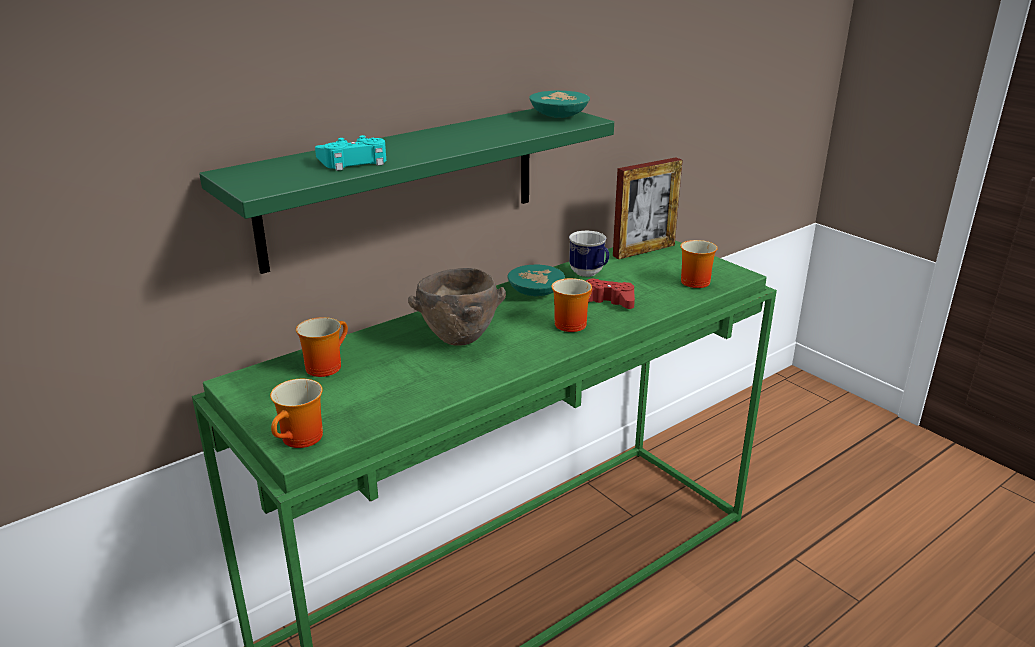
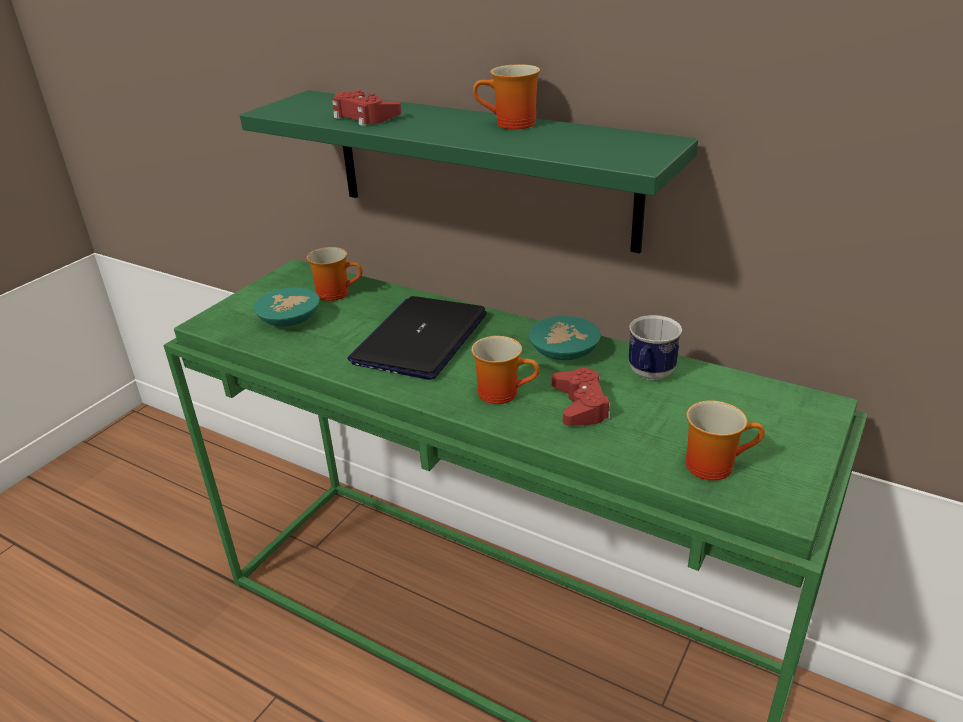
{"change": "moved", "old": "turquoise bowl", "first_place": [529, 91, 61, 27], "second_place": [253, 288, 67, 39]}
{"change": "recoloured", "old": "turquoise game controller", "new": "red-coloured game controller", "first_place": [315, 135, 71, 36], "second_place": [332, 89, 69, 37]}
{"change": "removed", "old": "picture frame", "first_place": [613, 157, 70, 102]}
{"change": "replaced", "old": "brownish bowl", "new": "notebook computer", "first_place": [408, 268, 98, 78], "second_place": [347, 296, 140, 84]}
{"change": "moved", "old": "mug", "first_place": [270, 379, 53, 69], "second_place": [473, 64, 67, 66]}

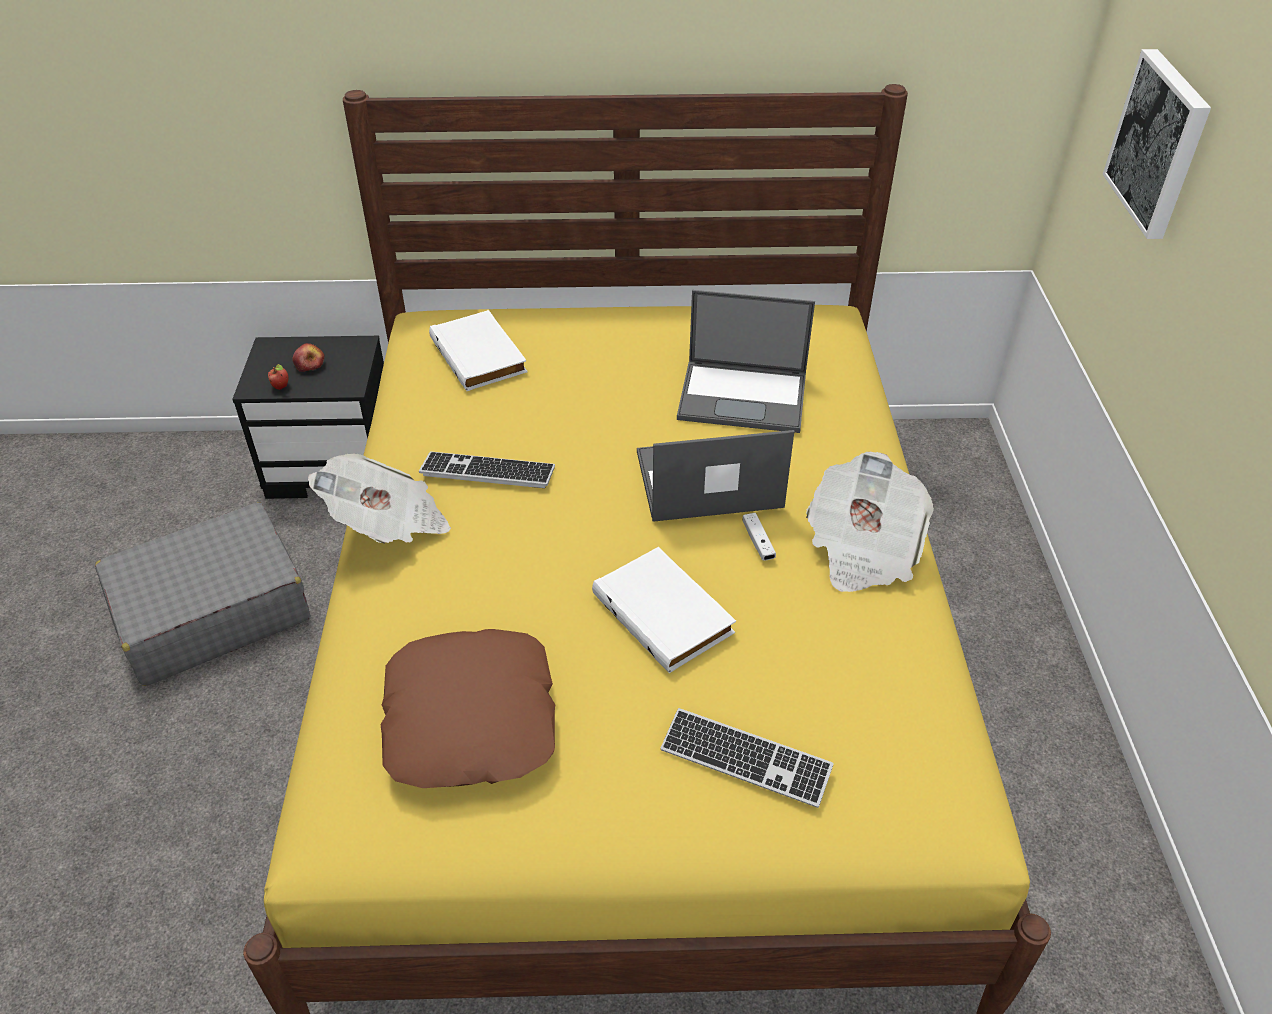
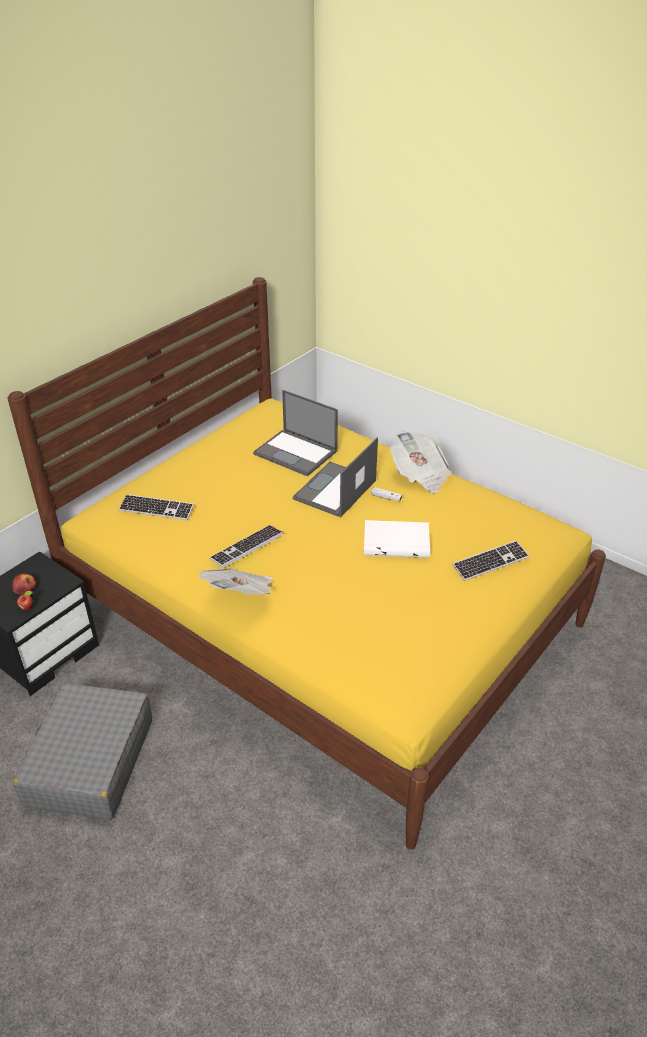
{"change": "removed", "old": "picture", "first_place": [1103, 49, 108, 190]}
{"change": "turned", "old": "notebook computer", "first_place": [677, 290, 138, 143], "second_place": [253, 390, 85, 87], "degrees": 75}
{"change": "replaced", "old": "white-coloured volume", "new": "computer keyboard", "first_place": [429, 310, 99, 81], "second_place": [119, 494, 75, 26]}
{"change": "removed", "old": "brownish cushion", "first_place": [380, 629, 175, 159]}

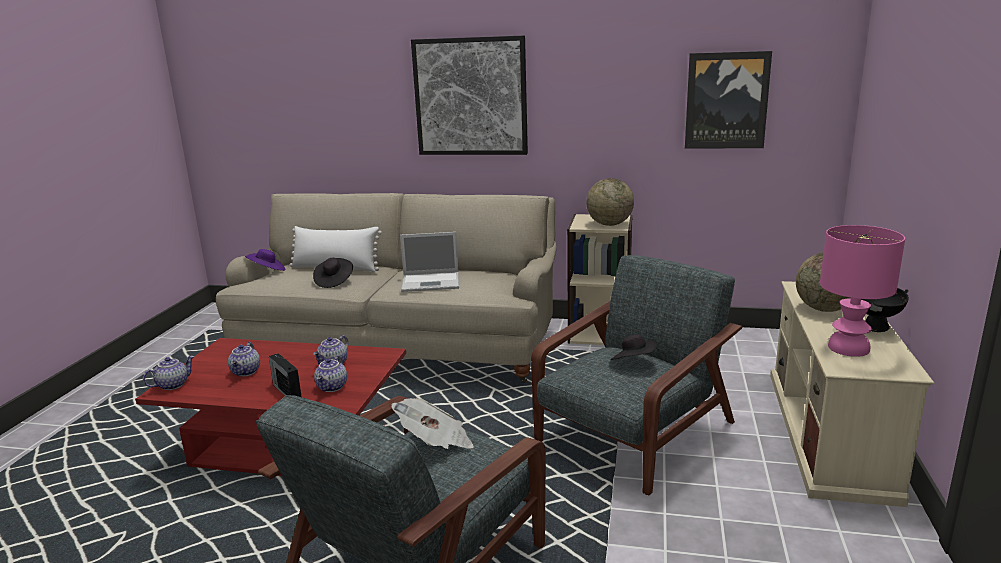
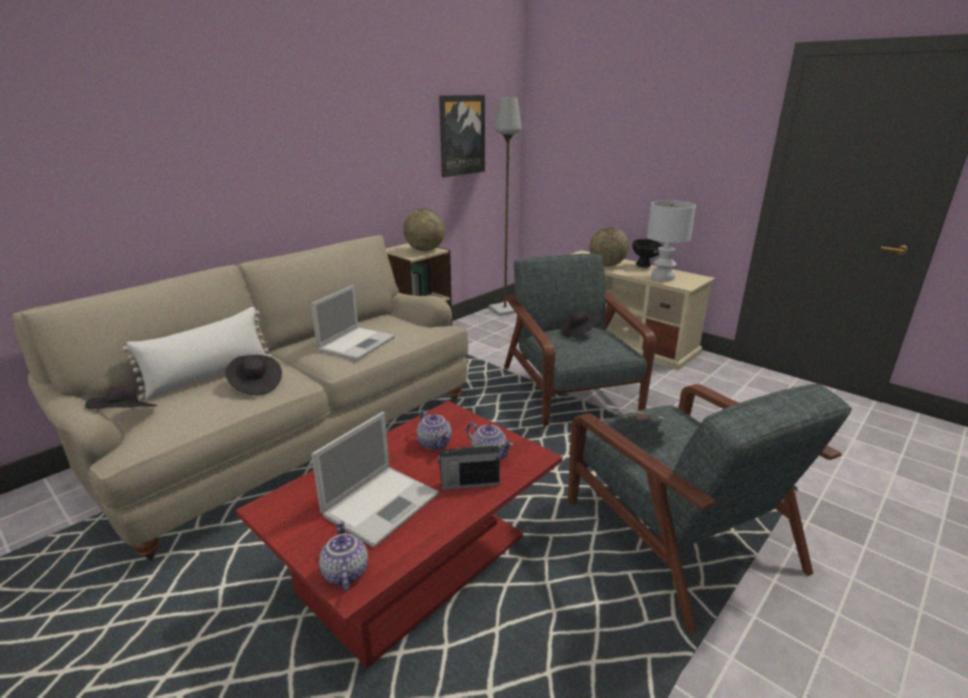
{"change": "removed", "old": "picture", "first_place": [411, 35, 117, 120]}
{"change": "recoloured", "old": "pink-coloured tabletop lamp", "new": "white-coloured tabletop lamp", "first_place": [820, 225, 85, 132], "second_place": [647, 200, 49, 81]}
{"change": "recoloured", "old": "purplish clothing hat", "new": "black-coloured clothing hat", "first_place": [245, 249, 40, 22], "second_place": [85, 386, 72, 23]}
{"change": "replaced", "old": "teapot", "new": "notebook computer", "first_place": [228, 342, 32, 34], "second_place": [311, 412, 128, 136]}
{"change": "added", "new": "grey standard lamp", "second_place": [489, 98, 33, 218]}

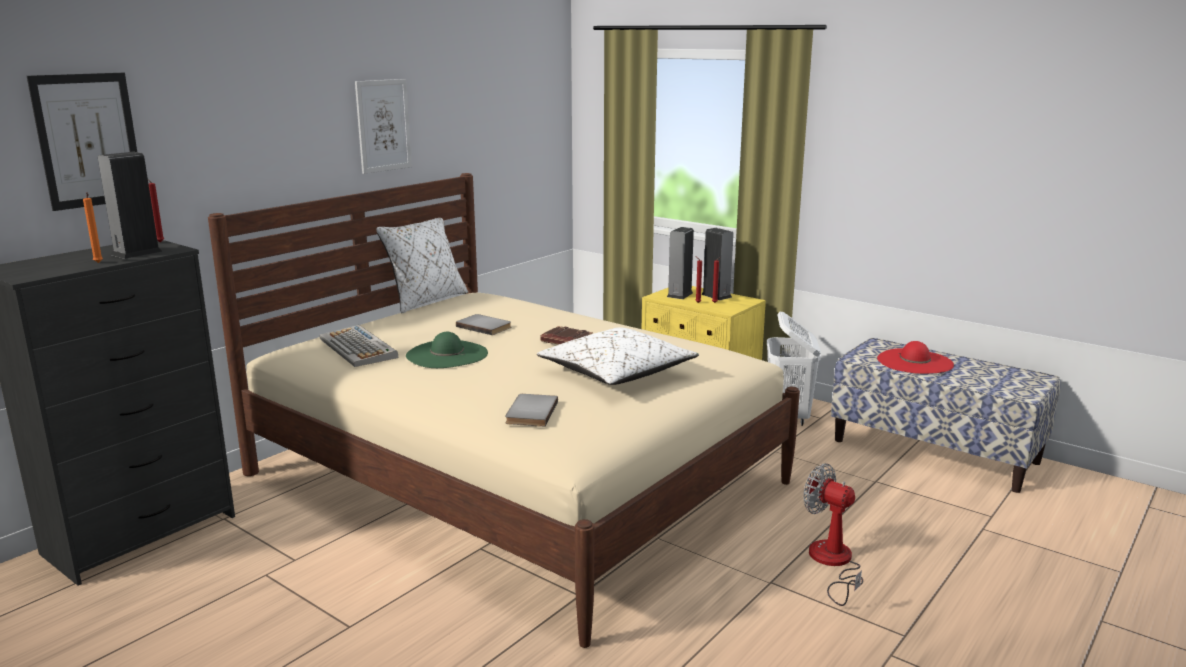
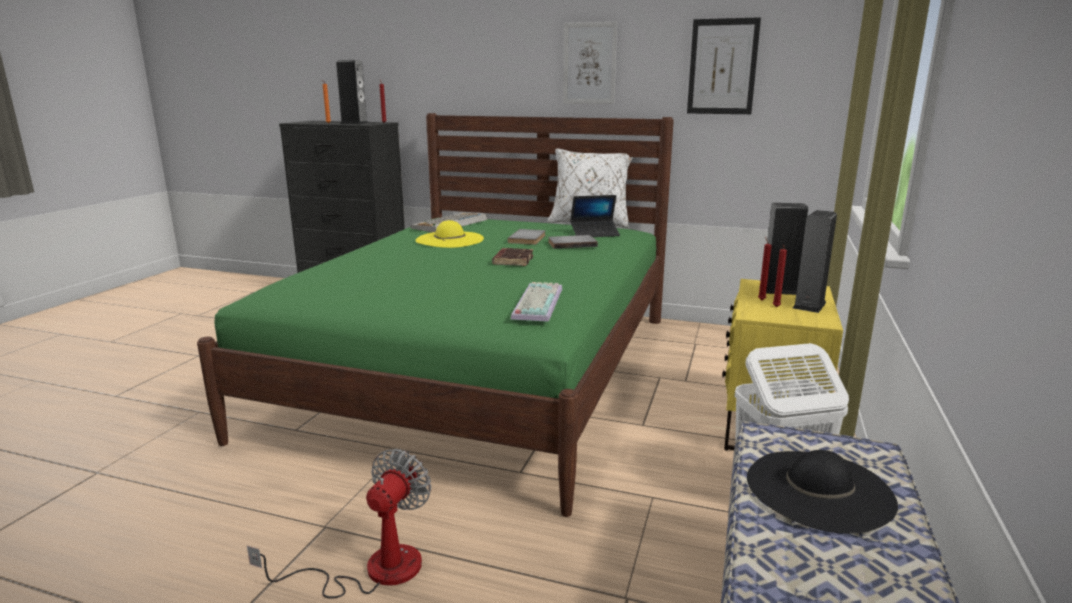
{"change": "moved", "old": "picture", "first_place": [27, 73, 110, 138], "second_place": [687, 17, 74, 97]}
{"change": "recoloured", "old": "beige bed", "new": "greenish bed", "first_place": [208, 173, 592, 475], "second_place": [197, 113, 477, 404]}
{"change": "removed", "old": "white-coloured cushion", "first_place": [537, 327, 162, 58]}
{"change": "recoloured", "old": "greenish clothing hat", "new": "yellow clothing hat", "first_place": [406, 332, 82, 36], "second_place": [415, 220, 69, 28]}
{"change": "recoloured", "old": "red-coloured clothing hat", "new": "black-coloured clothing hat", "first_place": [877, 341, 77, 33], "second_place": [747, 450, 151, 84]}
{"change": "moved", "old": "grey volume", "first_place": [505, 394, 53, 33], "second_place": [548, 235, 50, 14]}
{"change": "added", "new": "notebook computer", "second_place": [570, 195, 50, 42]}
{"change": "added", "new": "computer keyboard", "second_place": [511, 282, 51, 40]}

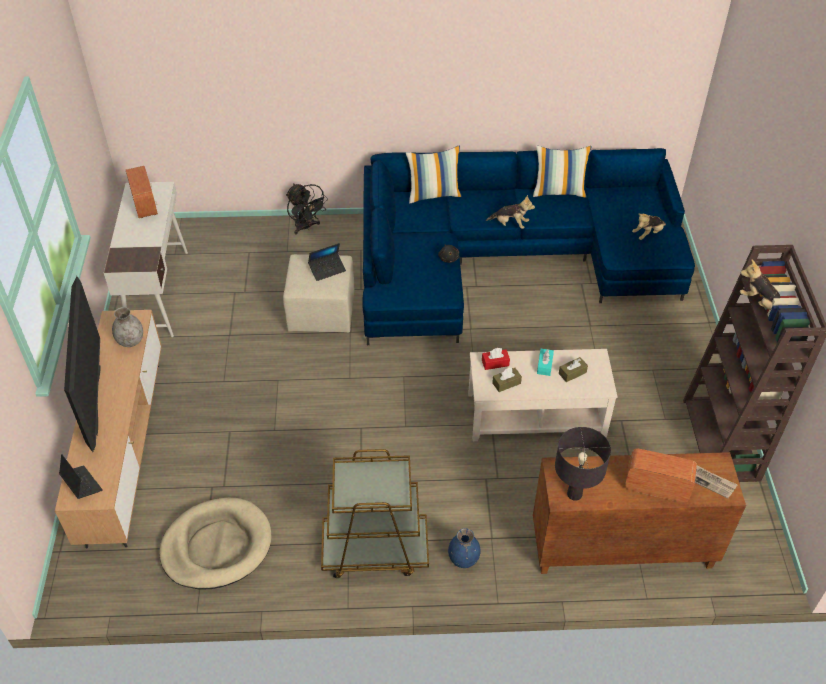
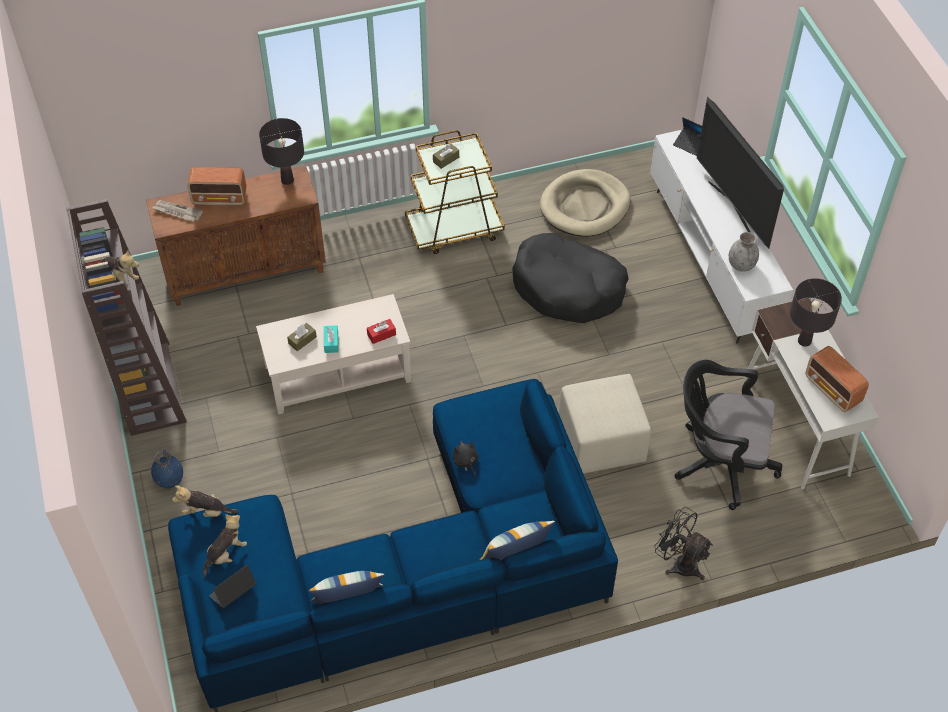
{"change": "moved", "old": "plush toy", "first_place": [486, 195, 49, 34], "second_place": [172, 486, 67, 31]}
{"change": "moved", "old": "notebook computer", "first_place": [308, 243, 38, 38], "second_place": [210, 565, 46, 43]}
{"change": "recoloured", "old": "brownish tv stand", "new": "white-coloured tv stand", "first_place": [55, 310, 107, 238], "second_place": [650, 130, 143, 214]}
{"change": "moved", "old": "brownish box of tissues", "first_place": [492, 368, 30, 24], "second_place": [433, 144, 26, 25]}
{"change": "moved", "old": "blue-coloured vase", "first_place": [448, 528, 33, 40], "second_place": [151, 450, 32, 39]}
{"change": "added", "new": "black-coloured dog cushion", "second_place": [512, 233, 116, 90]}
{"change": "added", "new": "black-coloured tabletop lamp", "second_place": [790, 278, 52, 69]}
{"change": "added", "new": "black-coloured office chair", "second_place": [675, 360, 107, 150]}

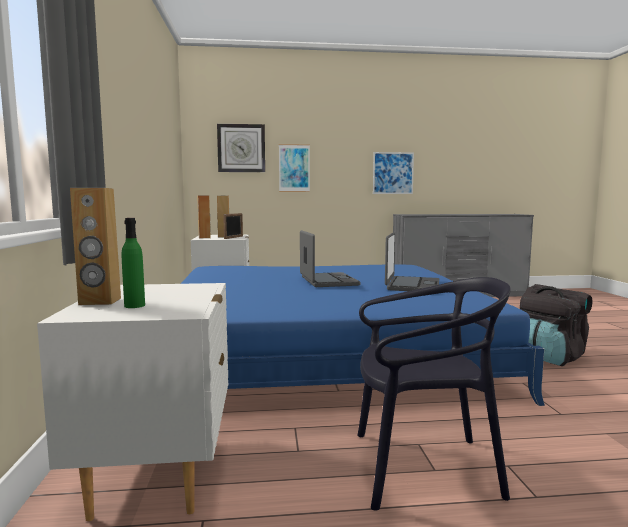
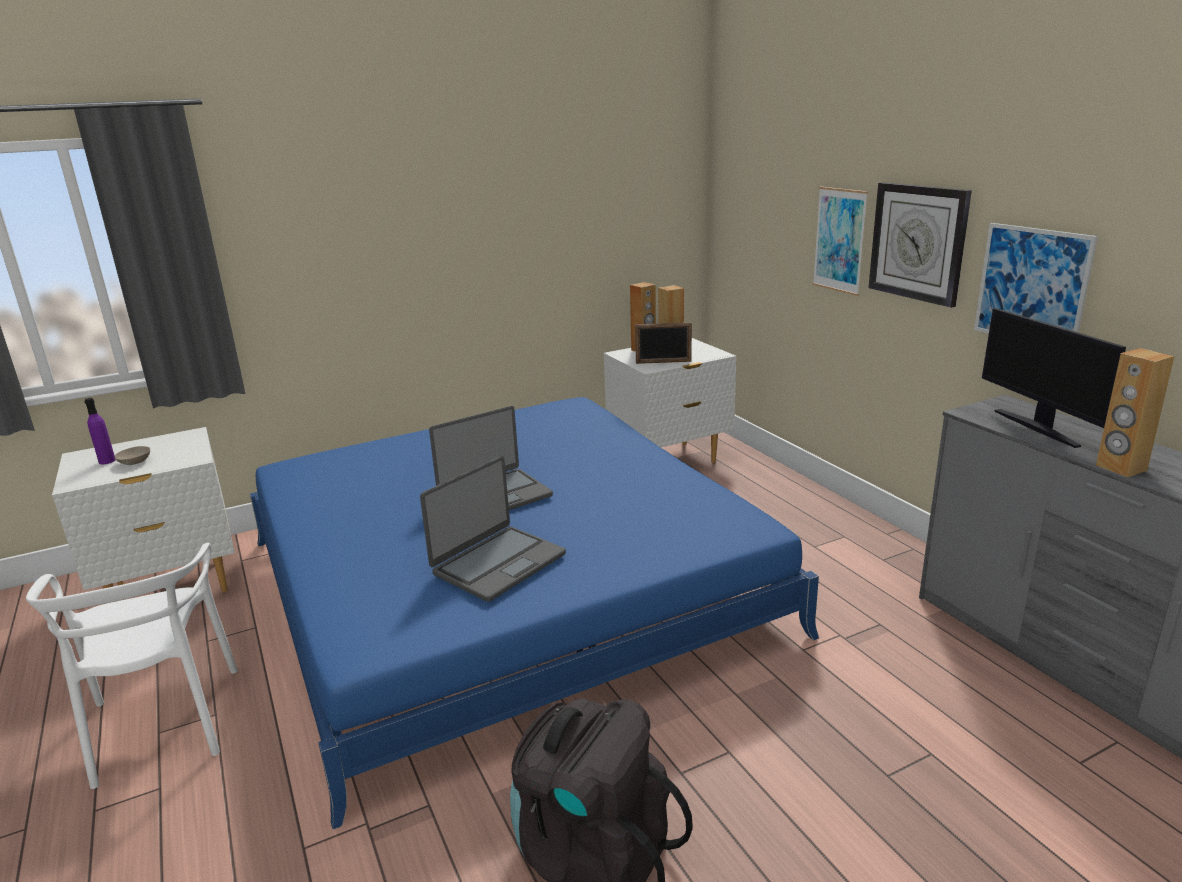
{"change": "moved", "old": "hanging clock", "first_place": [217, 124, 48, 48], "second_place": [868, 182, 104, 126]}
{"change": "moved", "old": "brownish audio speaker", "first_place": [70, 188, 51, 117], "second_place": [1096, 348, 78, 130]}
{"change": "recoloured", "old": "greenish beverage bottle", "new": "purplish beverage bottle", "first_place": [121, 218, 24, 90], "second_place": [85, 398, 31, 66]}
{"change": "turned", "old": "notebook computer", "first_place": [385, 232, 54, 59], "second_place": [420, 456, 146, 146], "degrees": -45}
{"change": "recoloured", "old": "black-coloured upright chair", "new": "white-coloured upright chair", "first_place": [357, 277, 154, 234], "second_place": [26, 543, 212, 246]}
{"change": "added", "new": "monitor", "second_place": [982, 308, 144, 140]}
{"change": "added", "new": "beige bowl", "second_place": [114, 446, 36, 19]}

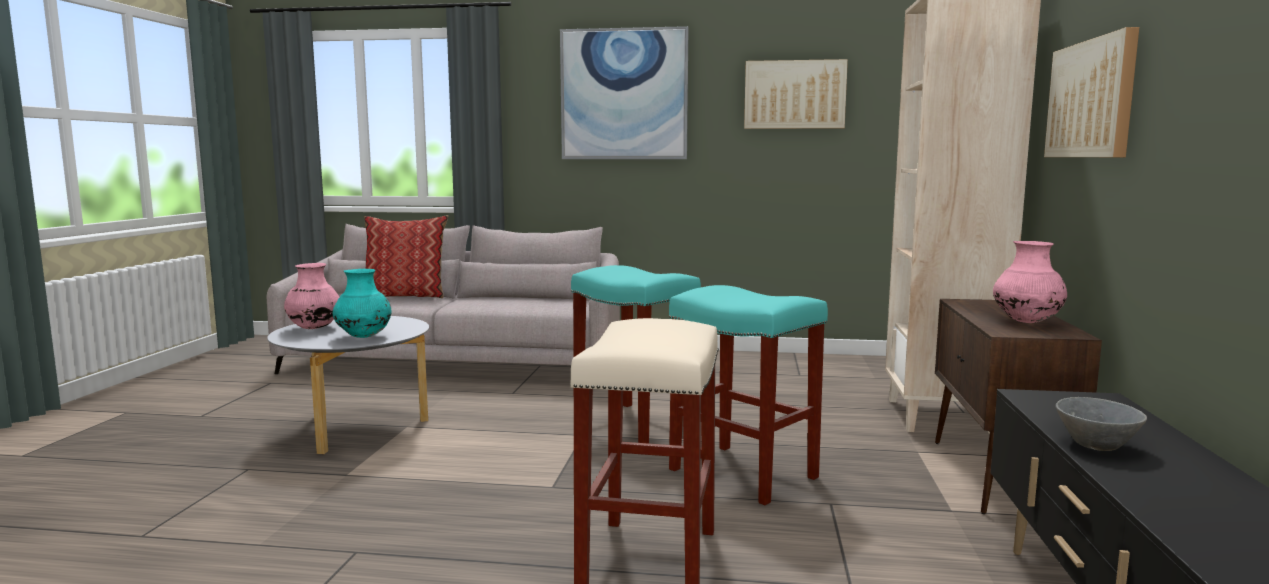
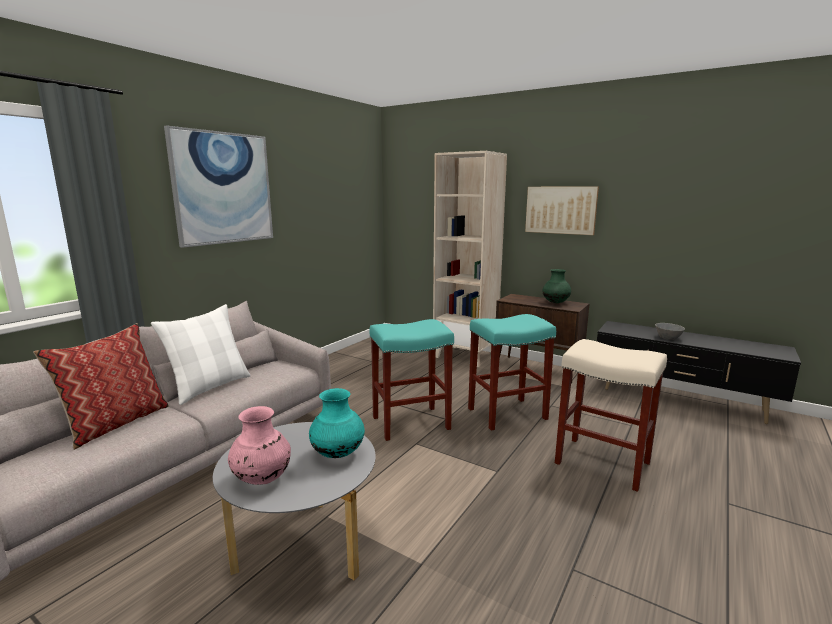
{"change": "removed", "old": "picture", "first_place": [744, 59, 104, 70]}
{"change": "recoloured", "old": "pink-coloured vase", "new": "greenish vase", "first_place": [993, 241, 74, 82], "second_place": [542, 269, 29, 34]}
{"change": "added", "new": "white-coloured cushion", "second_place": [151, 304, 100, 101]}

